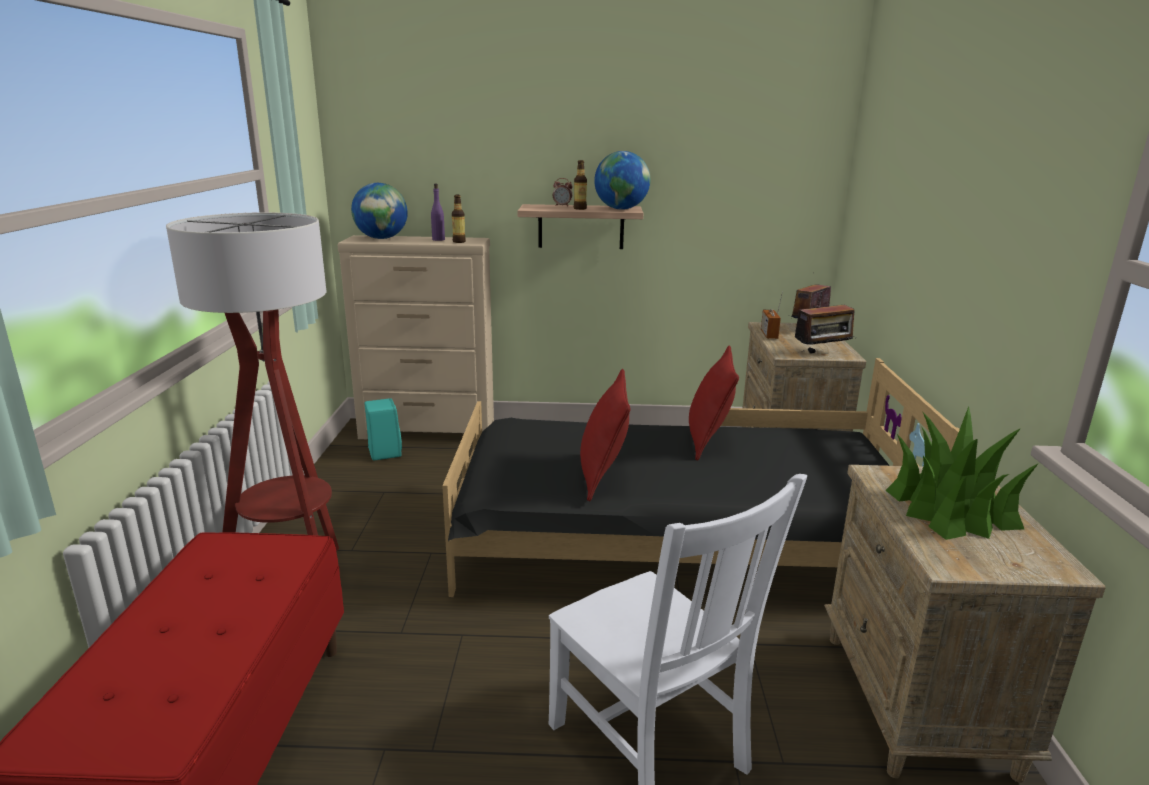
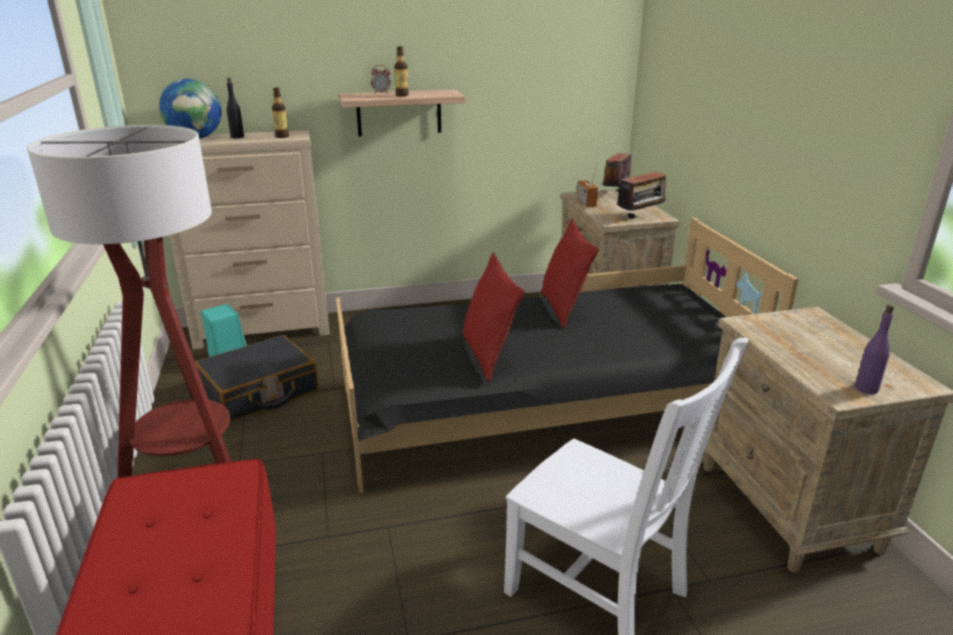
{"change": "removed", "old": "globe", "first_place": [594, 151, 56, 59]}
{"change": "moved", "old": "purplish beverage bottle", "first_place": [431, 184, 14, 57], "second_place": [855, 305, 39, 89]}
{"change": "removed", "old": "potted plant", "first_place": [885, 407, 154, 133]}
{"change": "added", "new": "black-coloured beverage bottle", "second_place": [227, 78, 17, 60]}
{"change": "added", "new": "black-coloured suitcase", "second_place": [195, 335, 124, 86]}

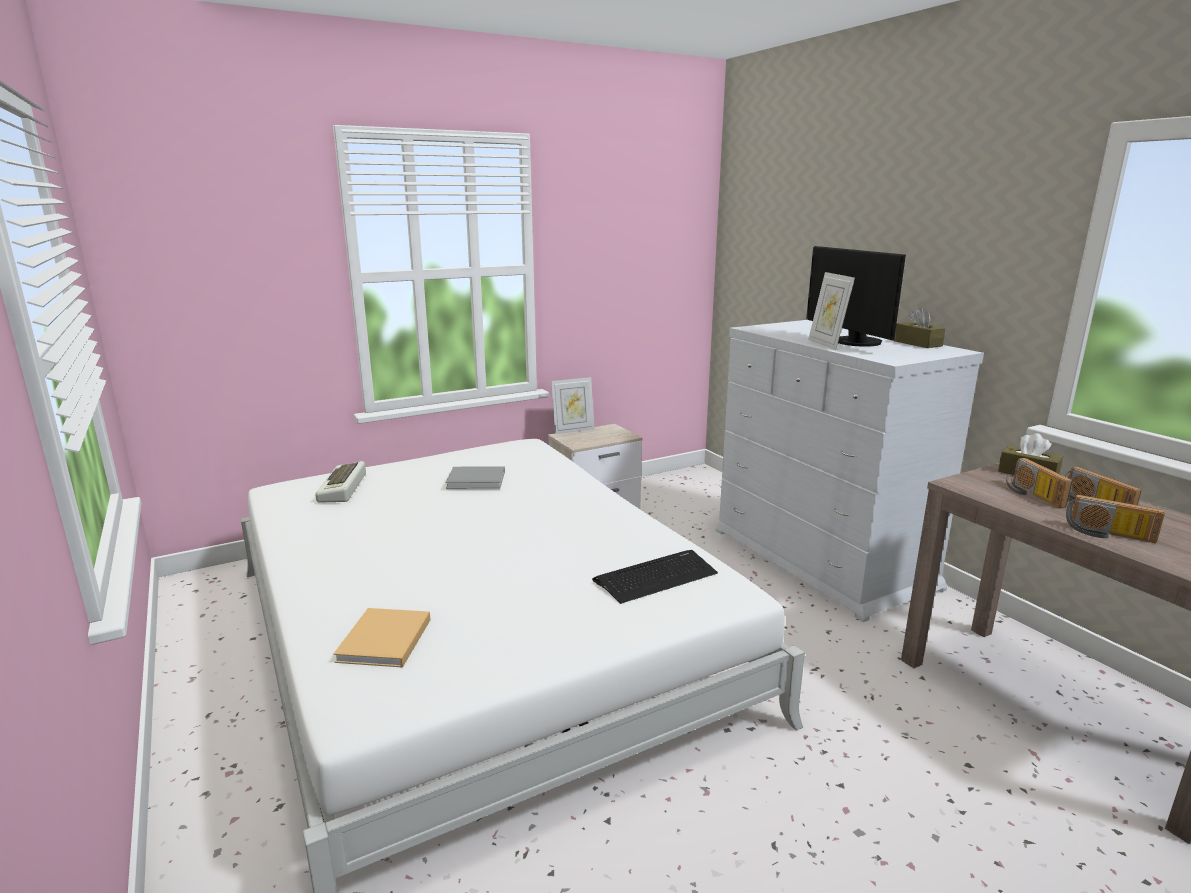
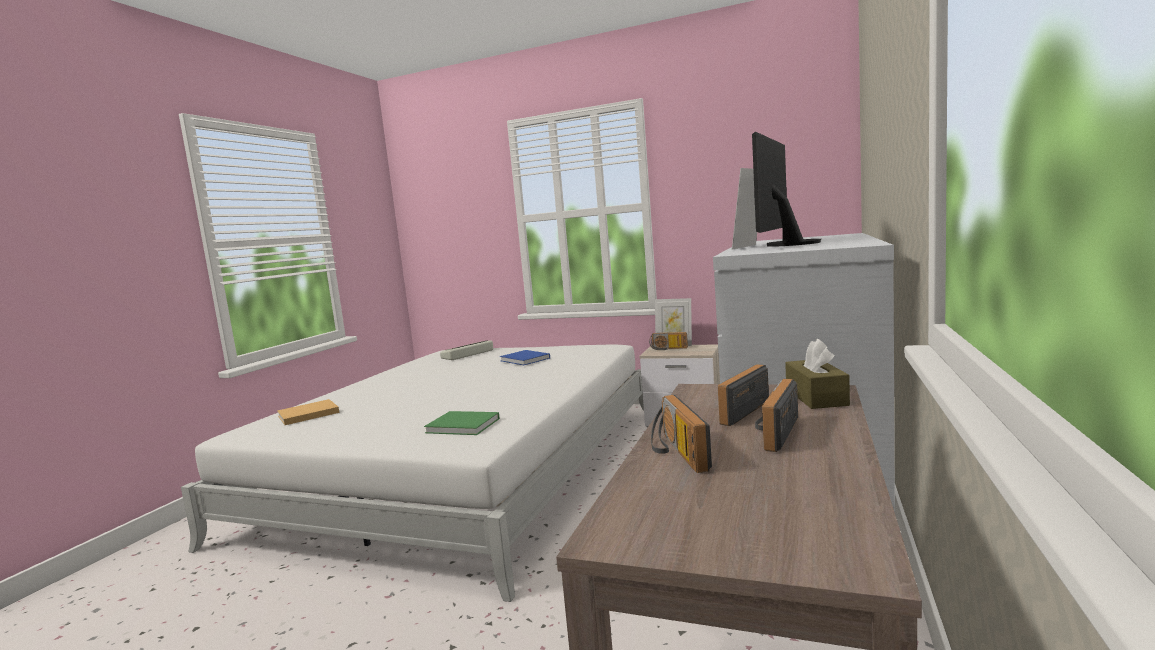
{"change": "removed", "old": "brownish box of tissues", "first_place": [894, 308, 52, 40]}
{"change": "recoloured", "old": "grey volume", "new": "blue-coloured volume", "first_place": [445, 466, 60, 23], "second_place": [500, 350, 50, 15]}
{"change": "replaced", "old": "computer keyboard", "new": "greenish volume", "first_place": [592, 550, 126, 54], "second_place": [424, 411, 76, 24]}
{"change": "added", "new": "radio receiver", "second_place": [649, 332, 39, 18]}

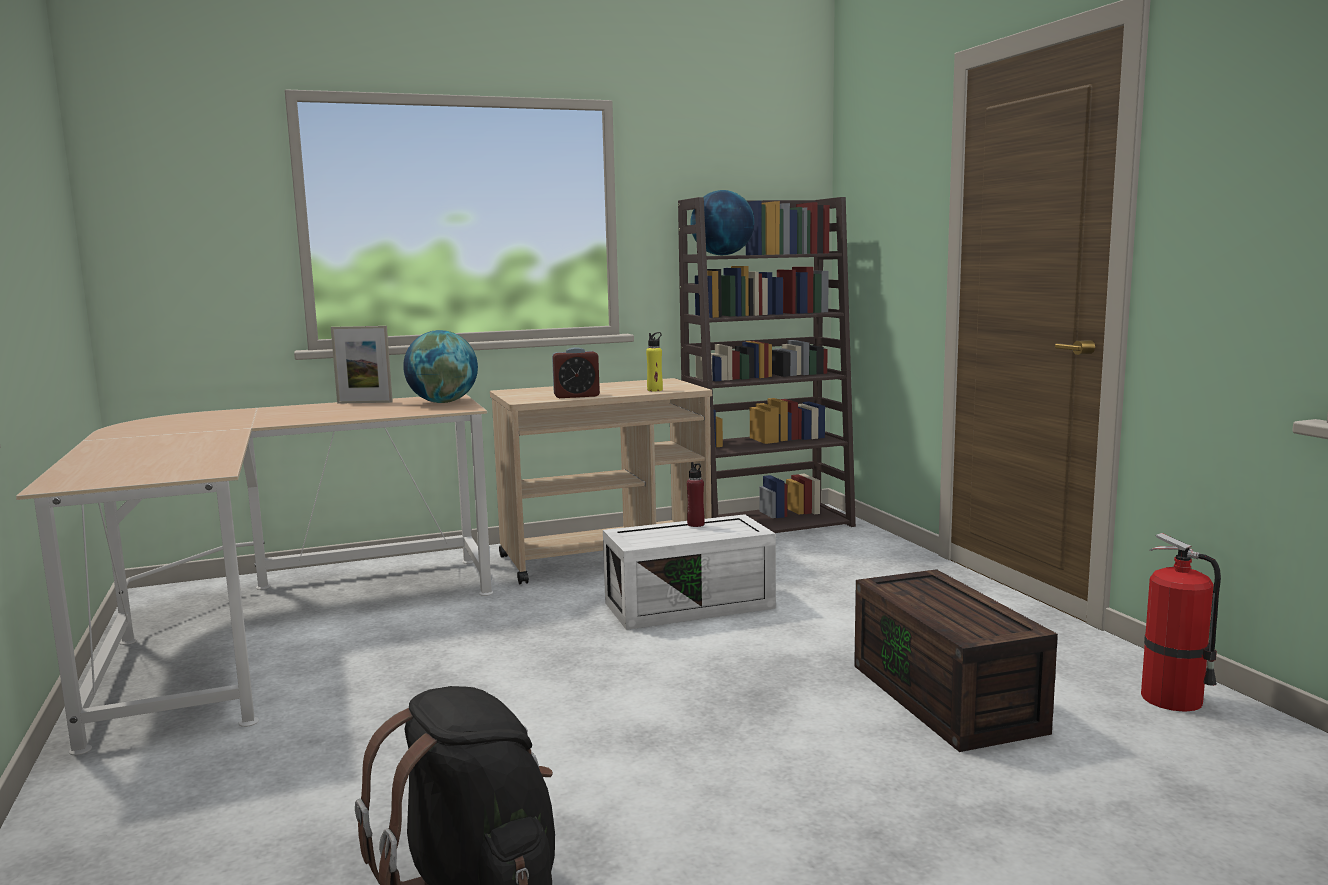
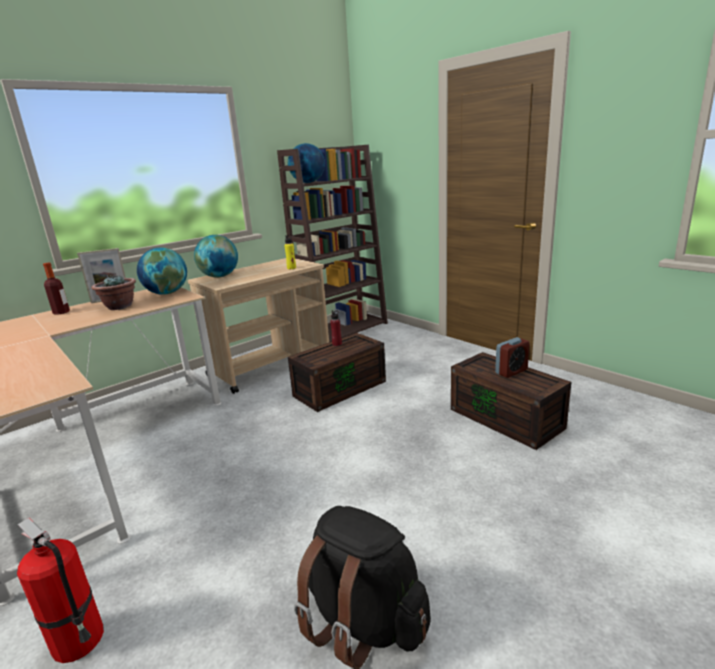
{"change": "moved", "old": "bedside clock", "first_place": [552, 347, 48, 51], "second_place": [495, 337, 34, 41]}
{"change": "recoloured", "old": "white-coloured storage container", "new": "brownish storage container", "first_place": [603, 514, 173, 116], "second_place": [288, 333, 98, 79]}
{"change": "moved", "old": "fire-fighting cylinder", "first_place": [1141, 533, 80, 179], "second_place": [17, 518, 87, 145]}
{"change": "added", "new": "globe", "second_place": [194, 235, 44, 43]}
{"change": "added", "new": "beverage bottle", "second_place": [43, 263, 27, 51]}
{"change": "added", "new": "potted plant", "second_place": [91, 274, 45, 36]}

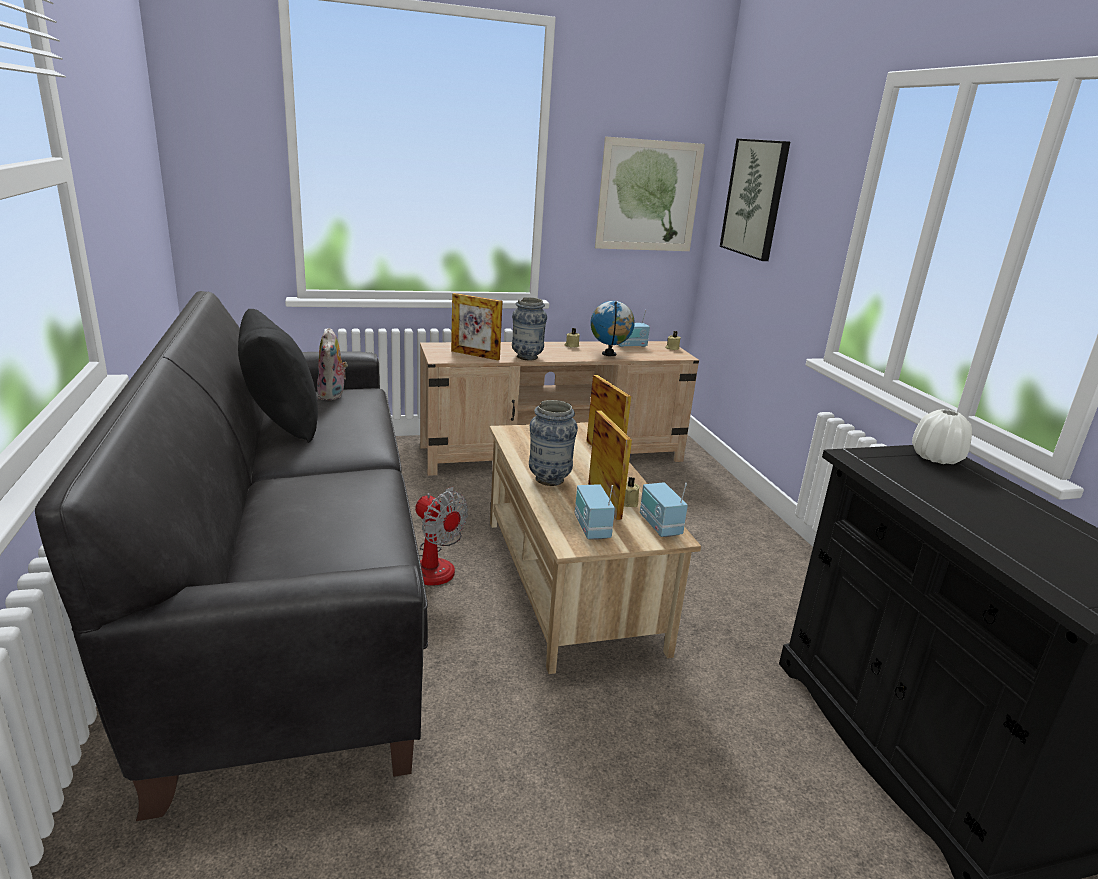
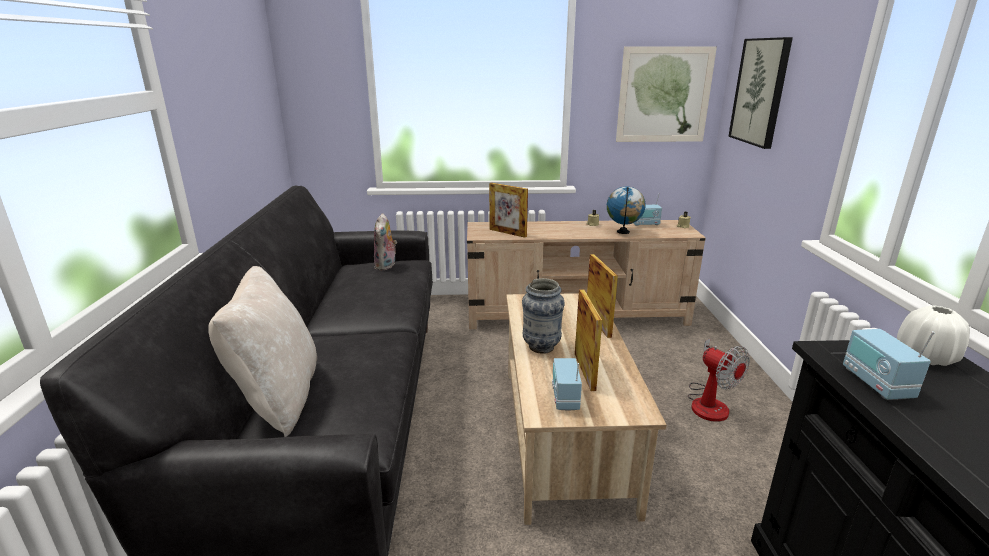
{"change": "removed", "old": "vase", "first_place": [512, 297, 35, 64]}
{"change": "removed", "old": "black-coloured cushion", "first_place": [238, 309, 80, 134]}
{"change": "removed", "old": "beige wax light", "first_place": [624, 477, 16, 30]}
{"change": "moved", "old": "radio receiver", "first_place": [640, 483, 48, 54], "second_place": [843, 329, 92, 71]}
{"change": "moved", "old": "cooling fan", "first_place": [415, 487, 53, 99], "second_place": [687, 338, 63, 84]}
{"change": "added", "new": "beige cushion", "second_place": [208, 266, 109, 171]}

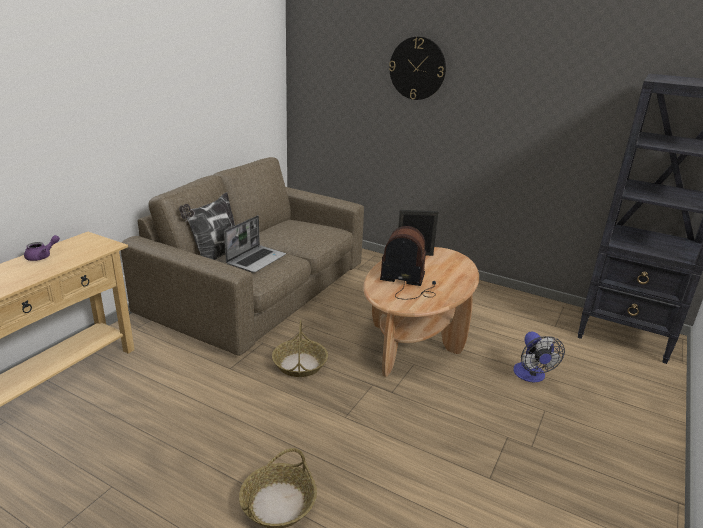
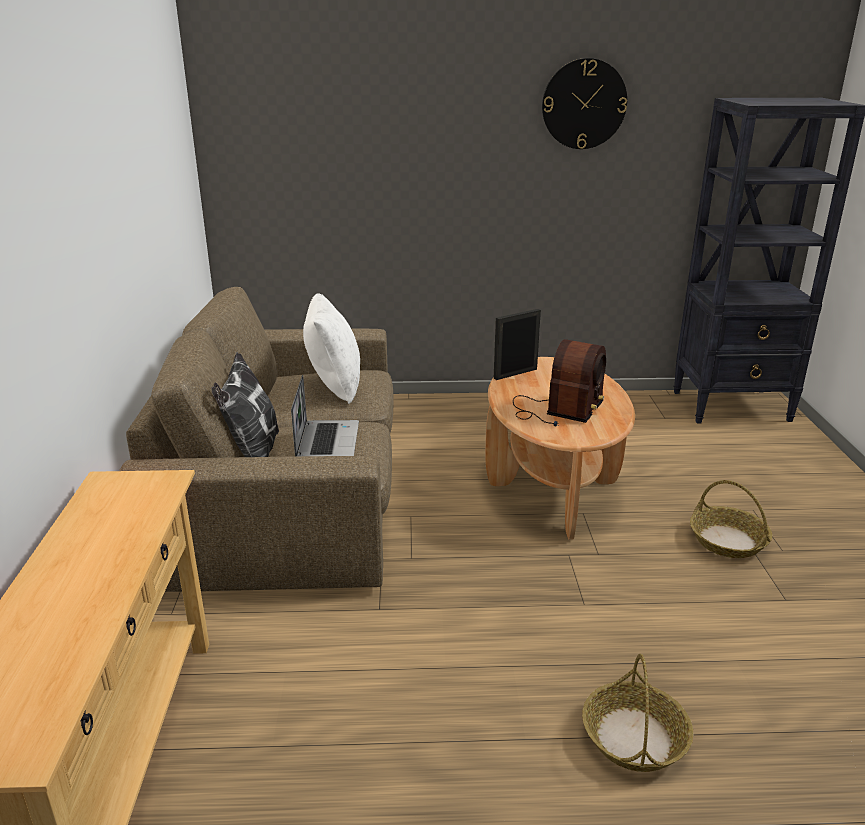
{"change": "moved", "old": "hanging clock", "first_place": [389, 37, 57, 63], "second_place": [542, 58, 85, 91]}
{"change": "turned", "old": "radio receiver", "first_place": [380, 226, 56, 74], "second_place": [513, 339, 93, 87], "degrees": 135}
{"change": "removed", "old": "purplish teapot", "first_place": [24, 235, 36, 26]}
{"change": "moved", "old": "basket", "first_place": [272, 320, 56, 57], "second_place": [690, 480, 82, 78]}
{"change": "removed", "old": "cooling fan", "first_place": [513, 332, 52, 50]}
{"change": "added", "new": "white-coloured cushion", "second_place": [303, 294, 57, 110]}

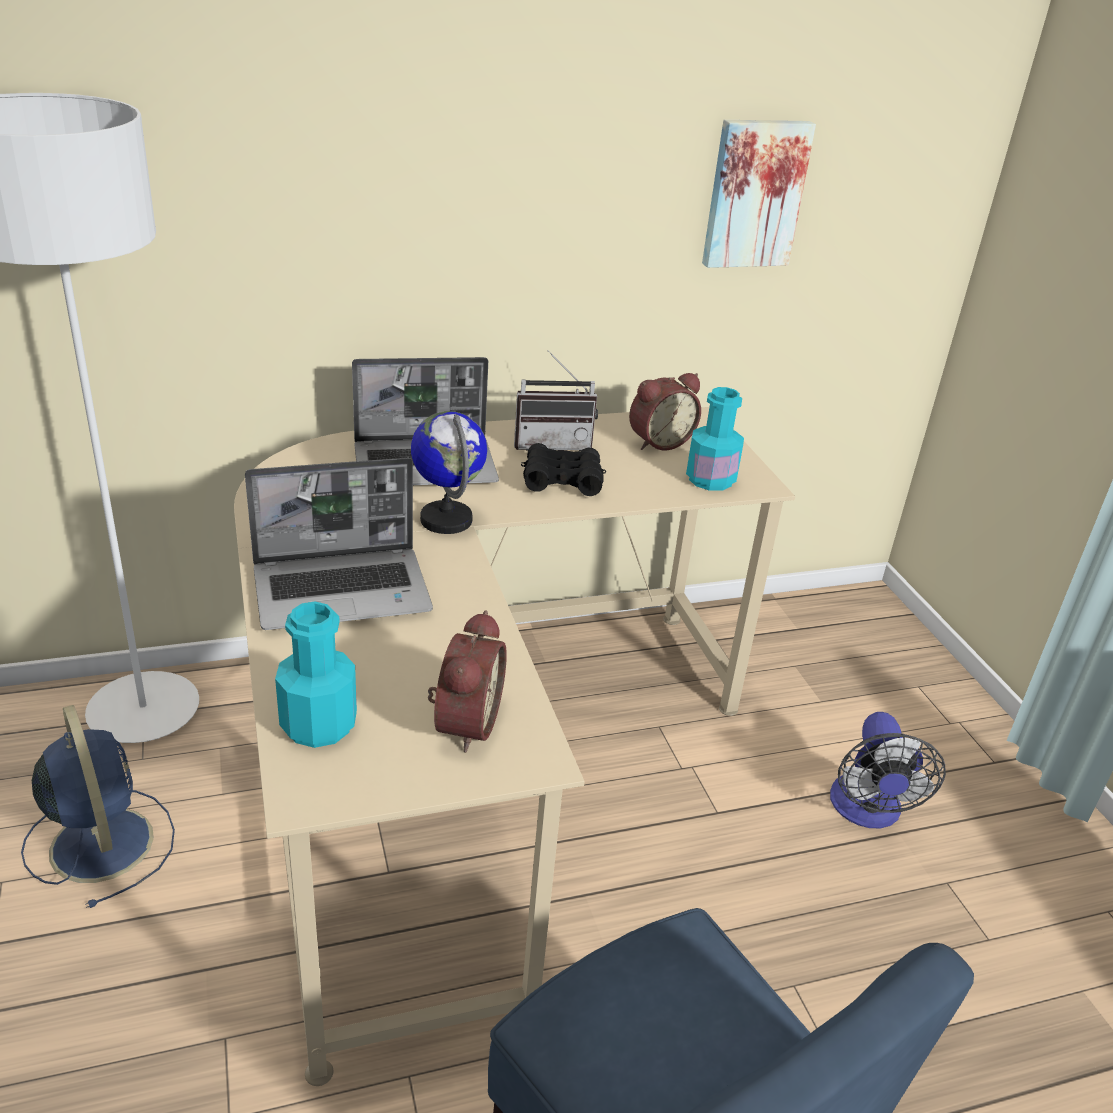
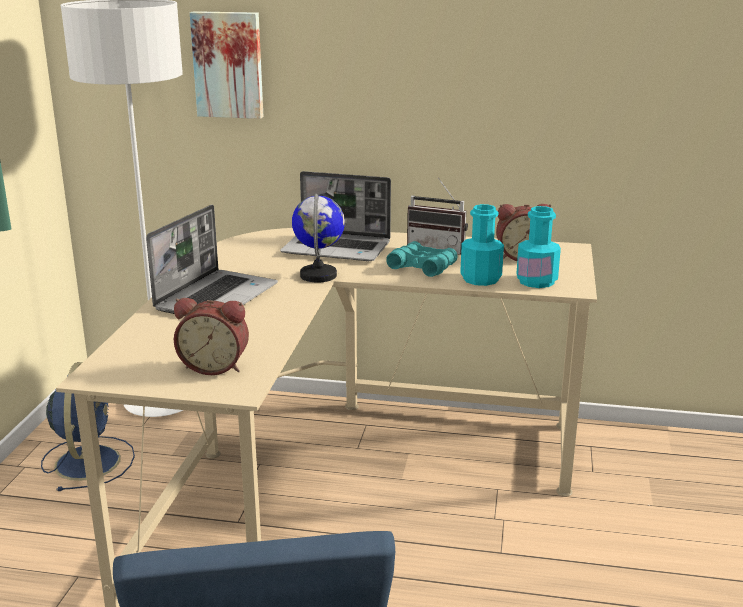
{"change": "moved", "old": "picture", "first_place": [702, 120, 114, 148], "second_place": [190, 11, 74, 108]}
{"change": "recoloured", "old": "black-coloured binoculars", "new": "turquoise binoculars", "first_place": [521, 443, 85, 53], "second_place": [386, 241, 72, 36]}
{"change": "turned", "old": "notebook computer", "first_place": [245, 458, 188, 172], "second_place": [146, 205, 132, 111], "degrees": -75}
{"change": "moved", "old": "turquoise beverage bottle", "first_place": [275, 602, 82, 146], "second_place": [460, 204, 44, 82]}
{"change": "turned", "old": "bedside clock", "first_place": [428, 611, 79, 142], "second_place": [174, 298, 75, 77], "degrees": 60}
{"change": "removed", "old": "cooling fan", "first_place": [830, 712, 116, 117]}

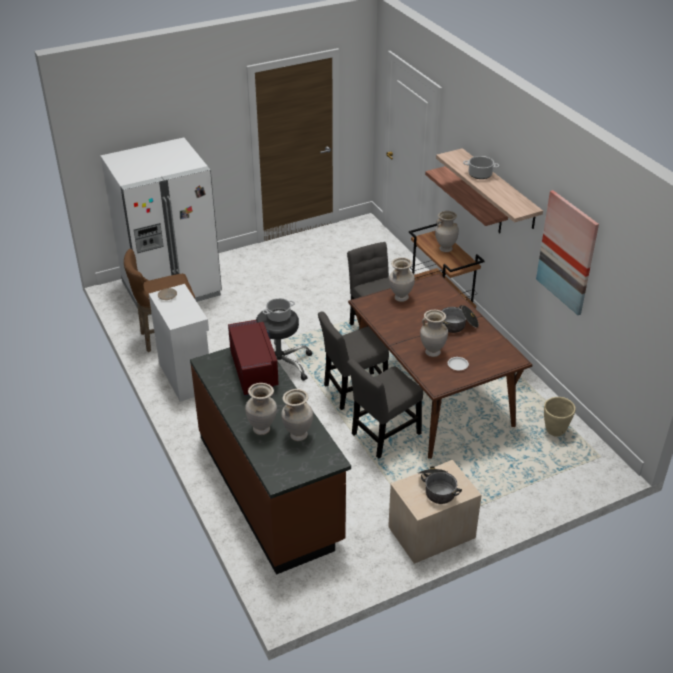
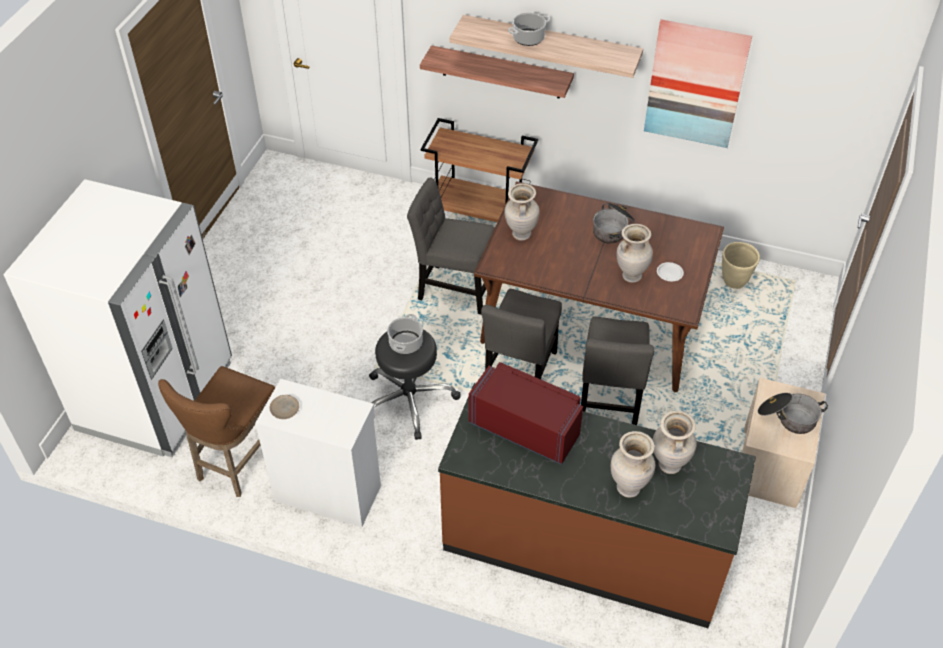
{"change": "removed", "old": "beige vase", "first_place": [435, 211, 24, 41]}

